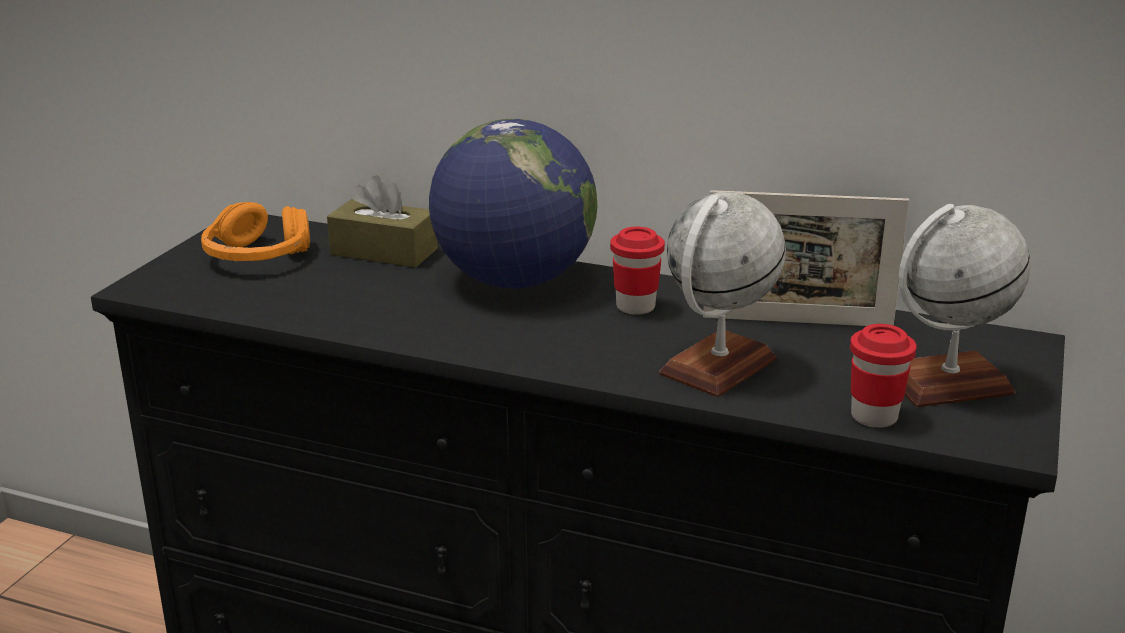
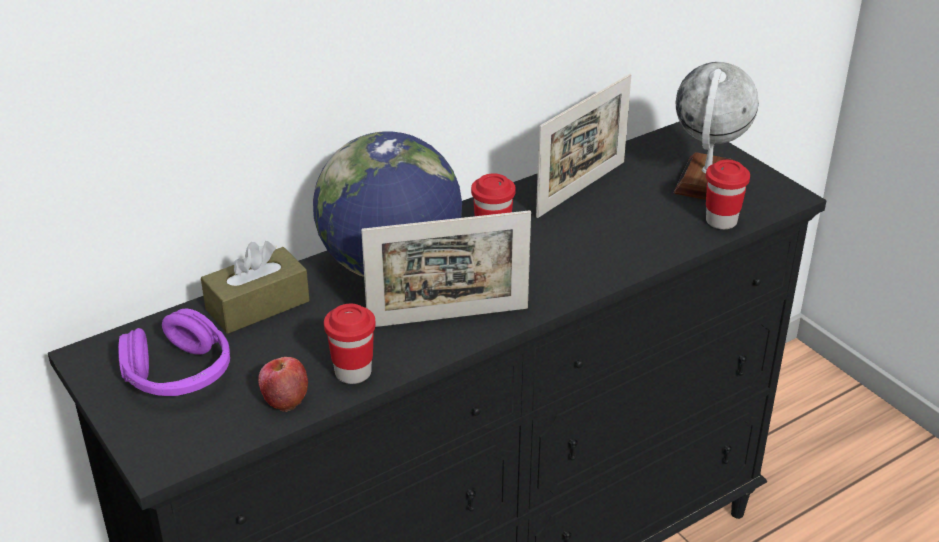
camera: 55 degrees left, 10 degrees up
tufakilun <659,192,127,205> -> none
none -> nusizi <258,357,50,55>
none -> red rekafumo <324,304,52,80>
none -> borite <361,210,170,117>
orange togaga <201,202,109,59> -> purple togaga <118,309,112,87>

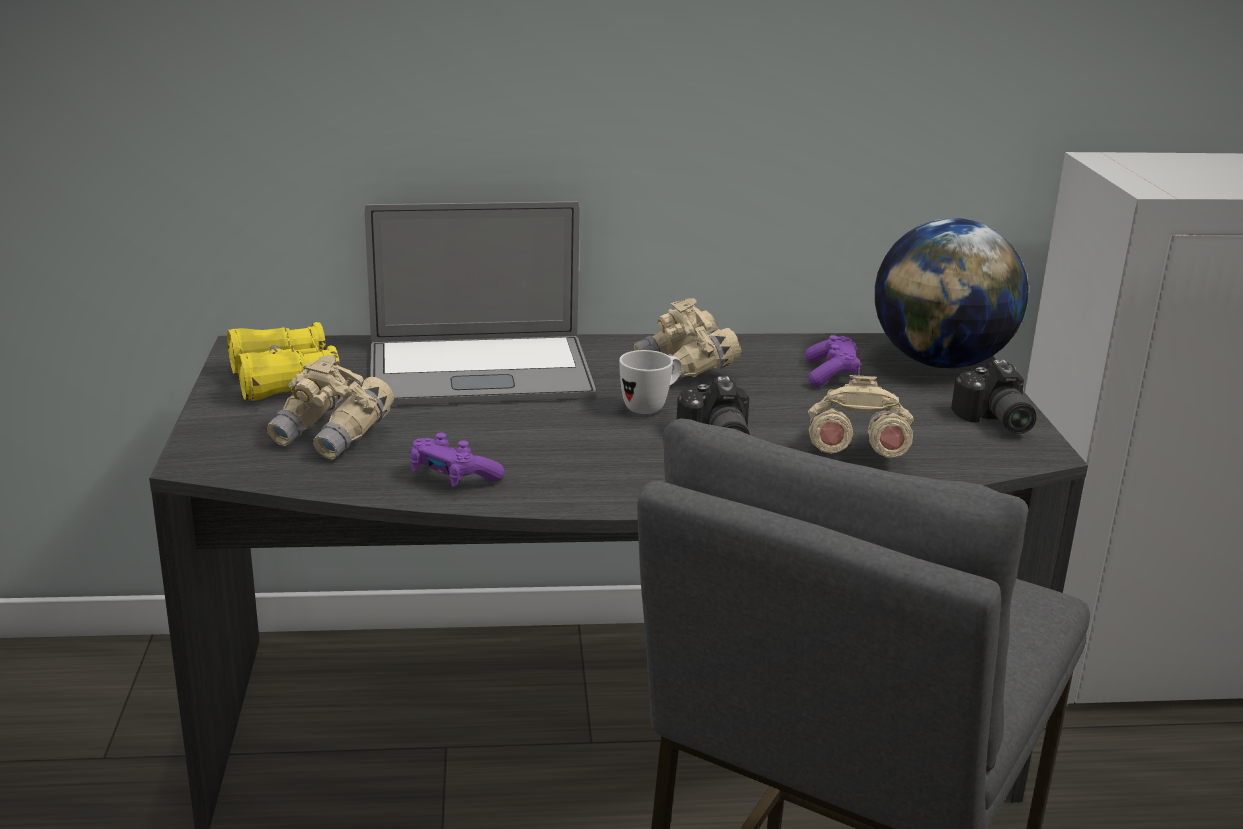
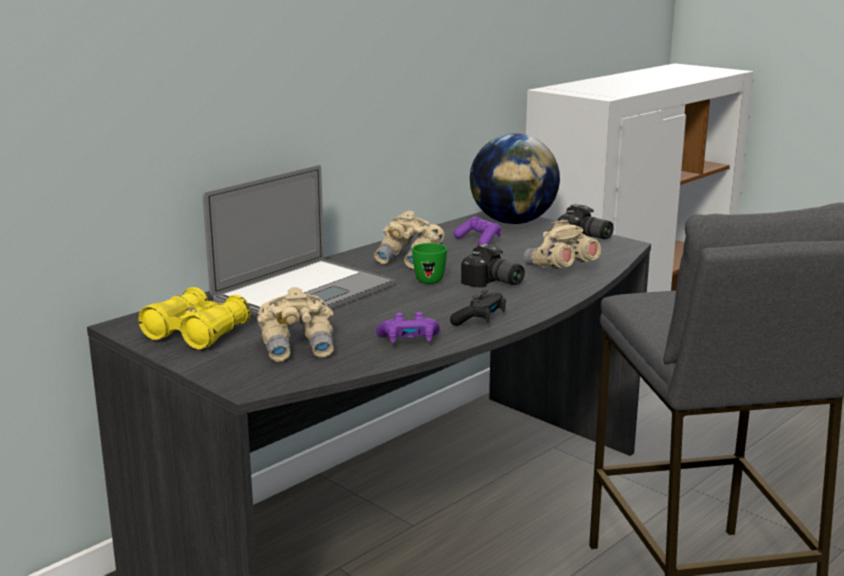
camera: 40 degrees left, 5 degrees down
none -> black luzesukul <450,290,56,36>
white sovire <619,350,63,64> -> green sovire <412,243,35,41>

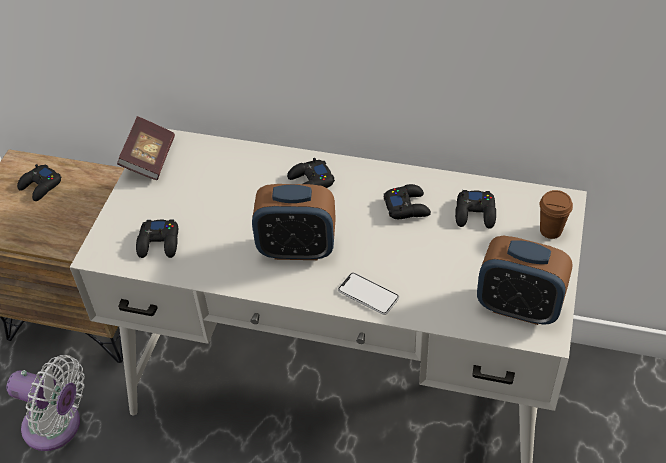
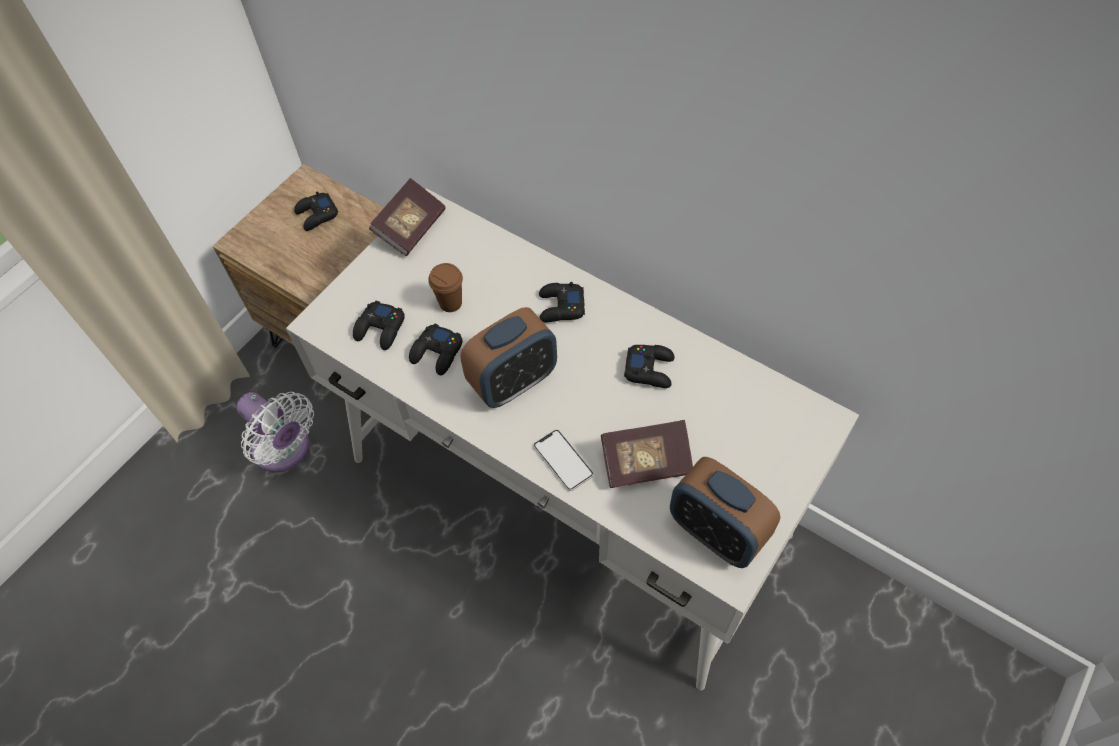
camera: 20 degrees right, 10 degrees up
none -> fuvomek <601,420,92,68>
black luzesukul <455,190,41,39> -> black luzesukul <409,323,54,52>, shifted
brown rekafumo <539,190,34,49> -> brown rekafumo <428,263,35,49>, shifted
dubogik <252,184,84,76> -> dubogik <460,307,97,101>, 60 degrees counterclockwise

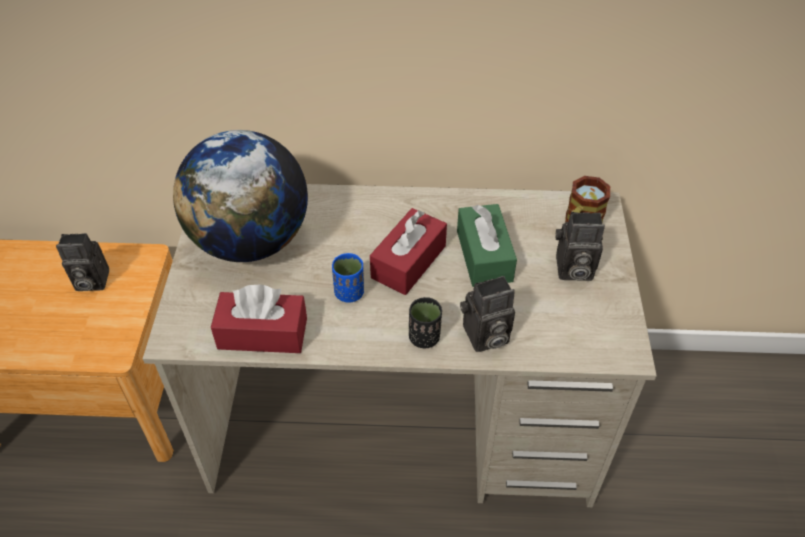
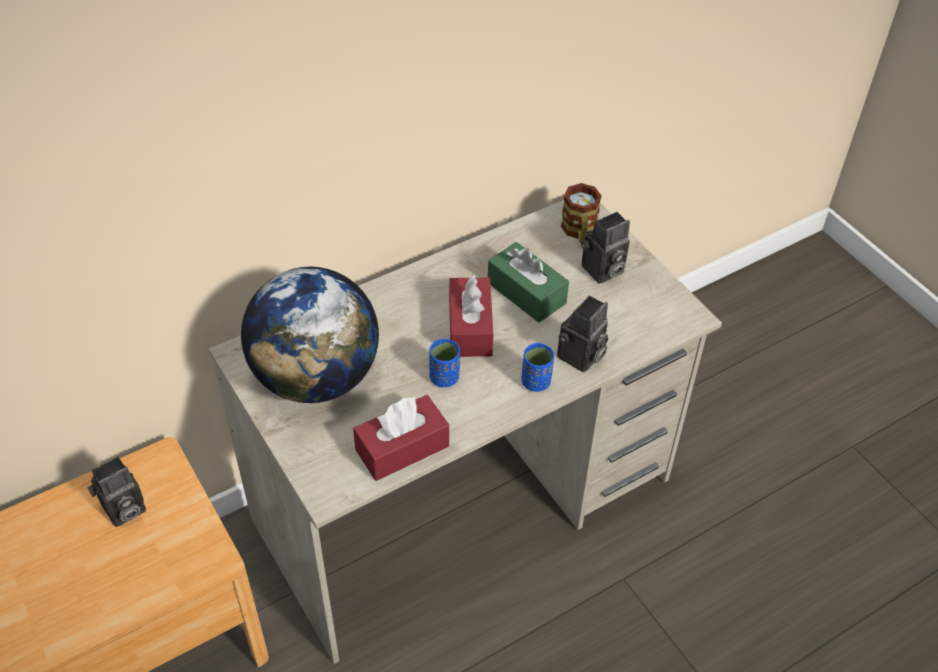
camera: 35 degrees left, 0 degrees up
black rekafumo <409,297,33,51> -> blue rekafumo <521,343,33,49>

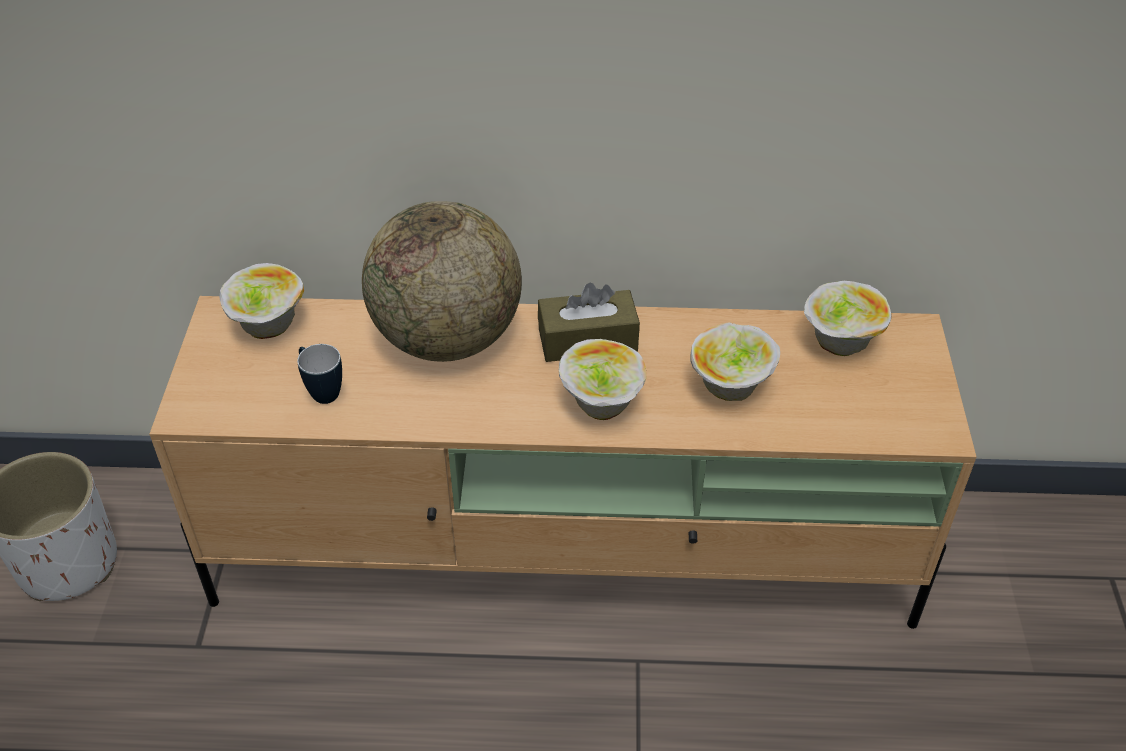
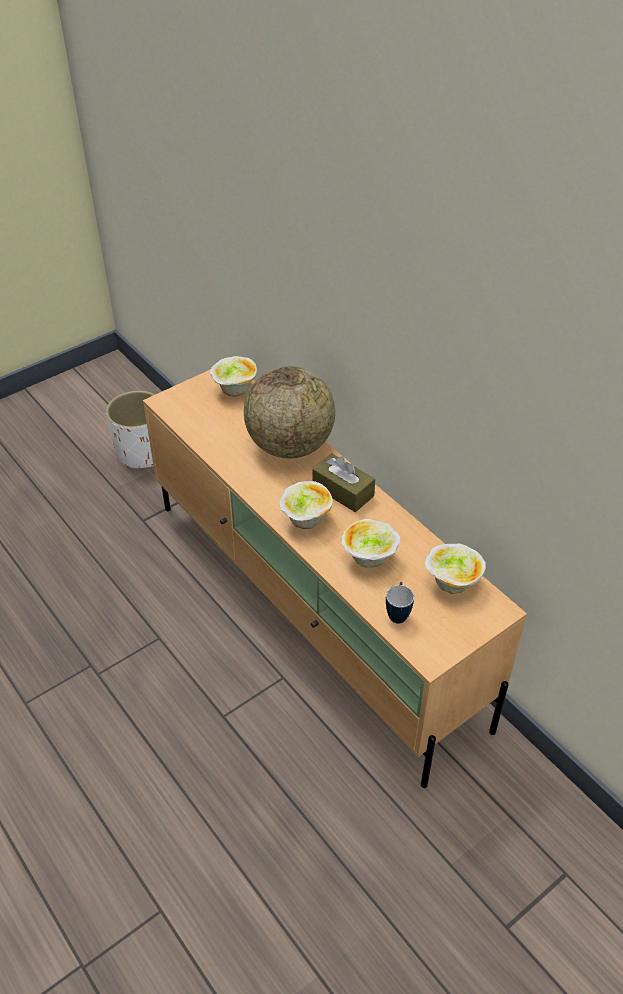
camera: 50 degrees right, 0 degrees up
sovire <297,344,45,60> -> sovire <386,582,28,42>, shifted

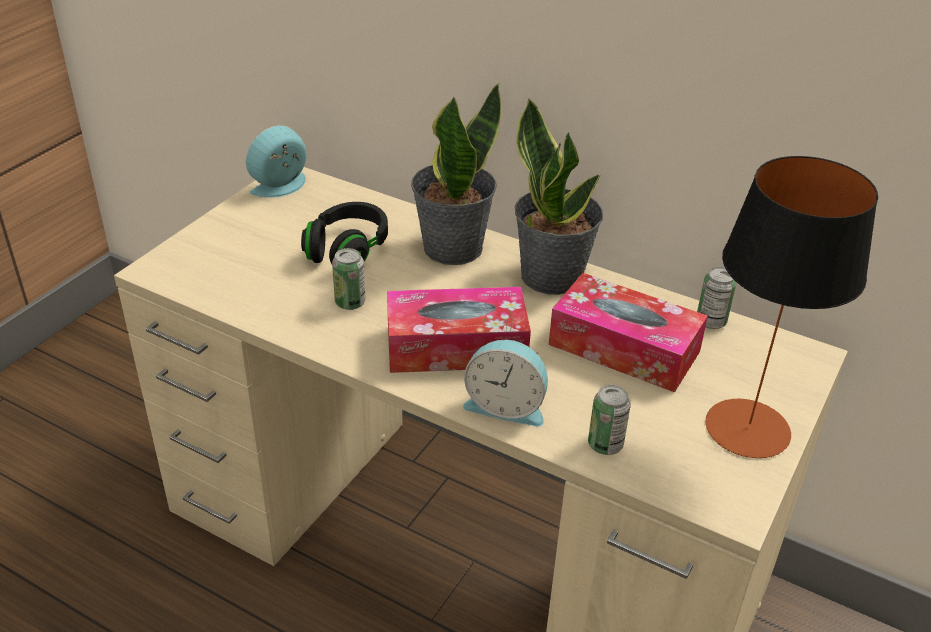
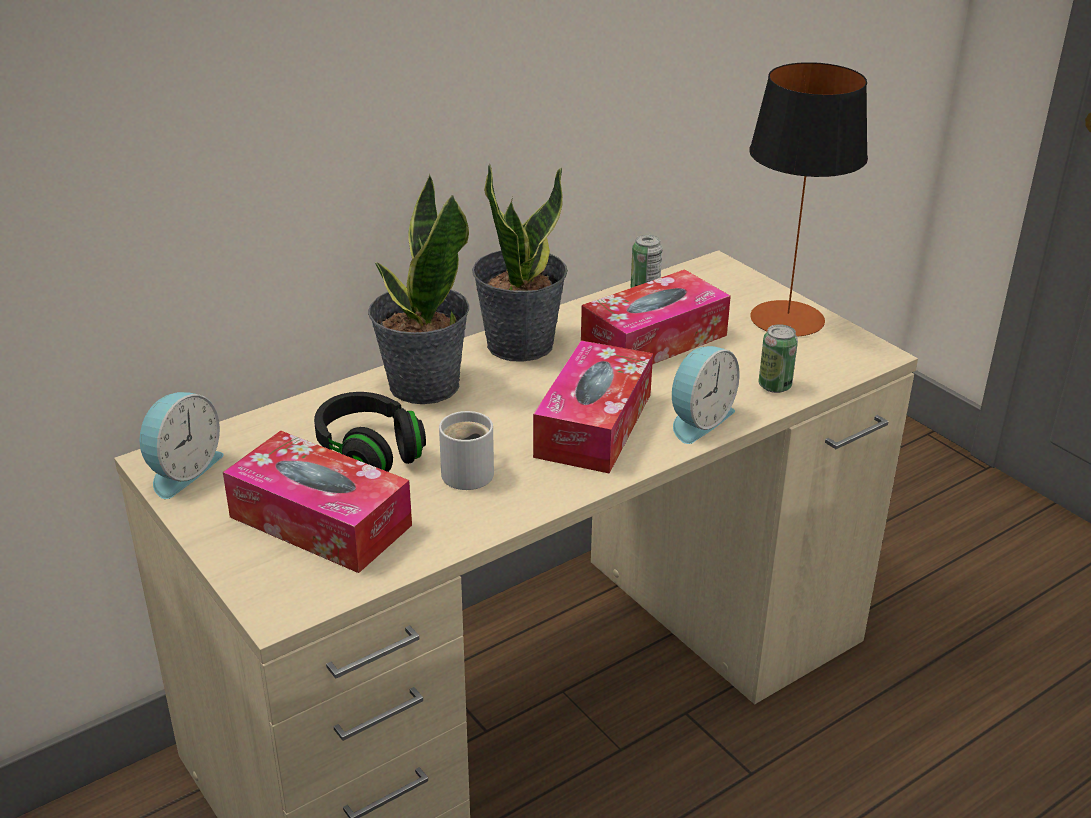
camera: 65 degrees left, 5 degrees down
none -> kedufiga <223,431,189,142>
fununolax <332,248,34,62> -> white sovire <439,411,55,79>
dubogik <246,125,61,73> -> dubogik <140,392,84,107>, 135 degrees counterclockwise

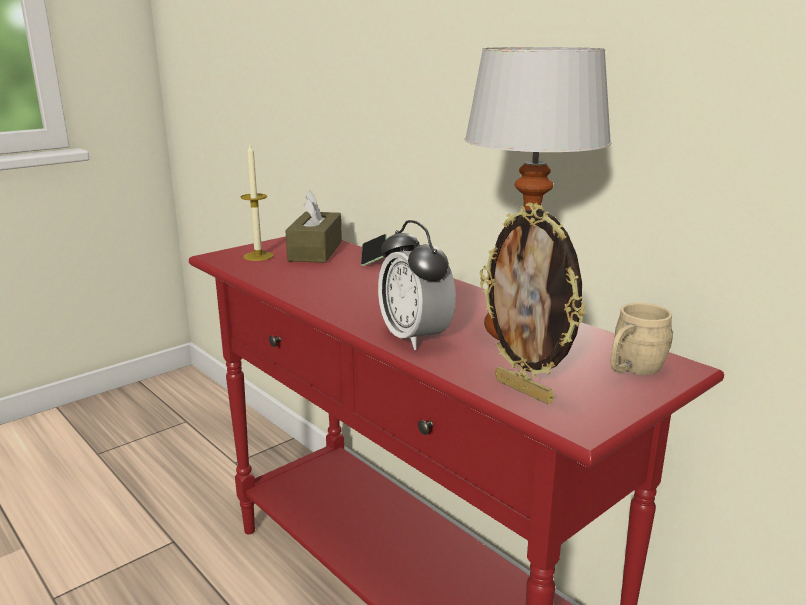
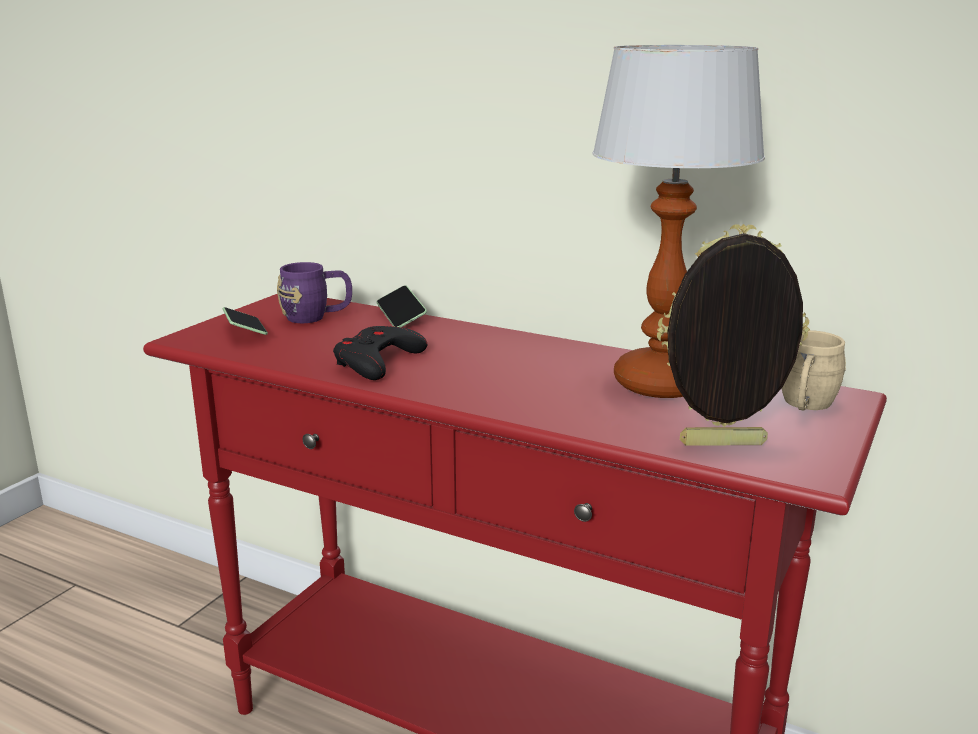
camera: 20 degrees left, 0 degrees up
dubogik <378,220,78,130> -> none
none -> black luzesukul <333,326,94,54>
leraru <241,144,33,117> -> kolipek <223,307,45,28>
brown kedufiga <285,190,57,73> -> purple sovire <277,262,75,61>
borite <480,203,105,201> -> borite <657,224,153,222>, 150 degrees clockwise

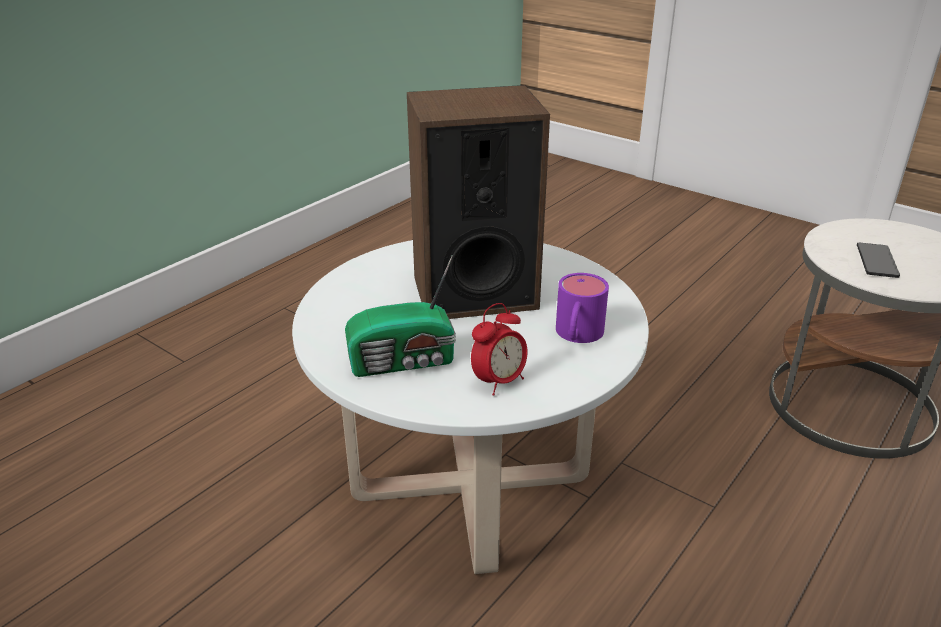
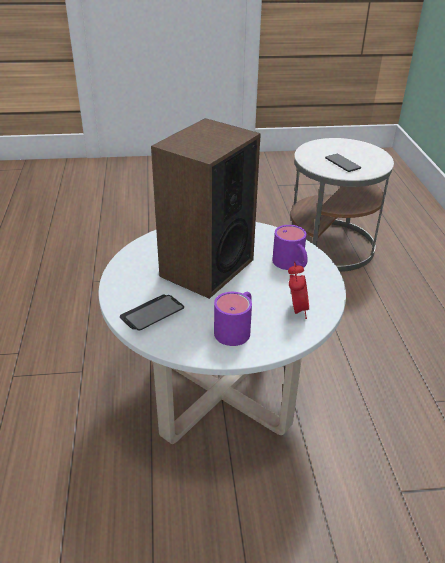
camera: 45 degrees left, 5 degrees up
none -> kolipek <120,294,64,37>
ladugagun <345,255,111,122> -> purple sovire <214,292,38,54>

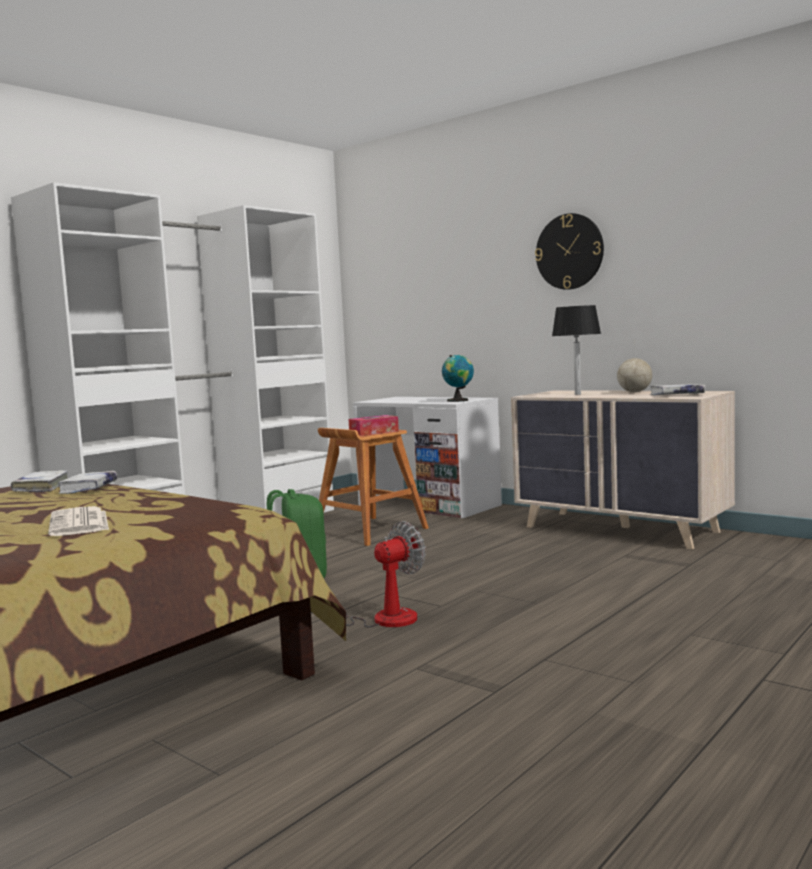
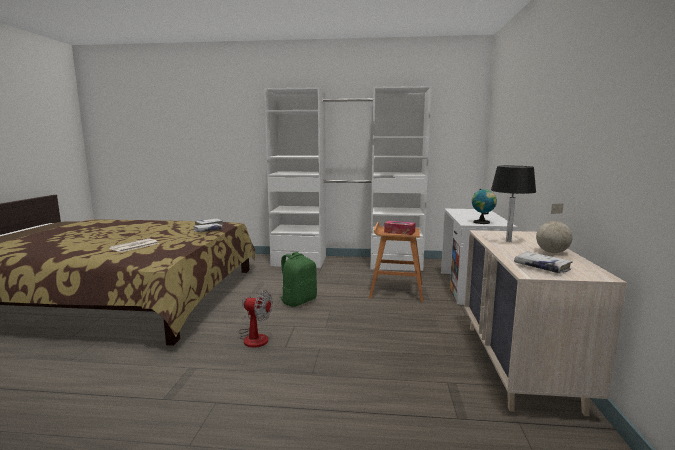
camera: 55 degrees right, 5 degrees up
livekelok <535,213,69,77> -> none

